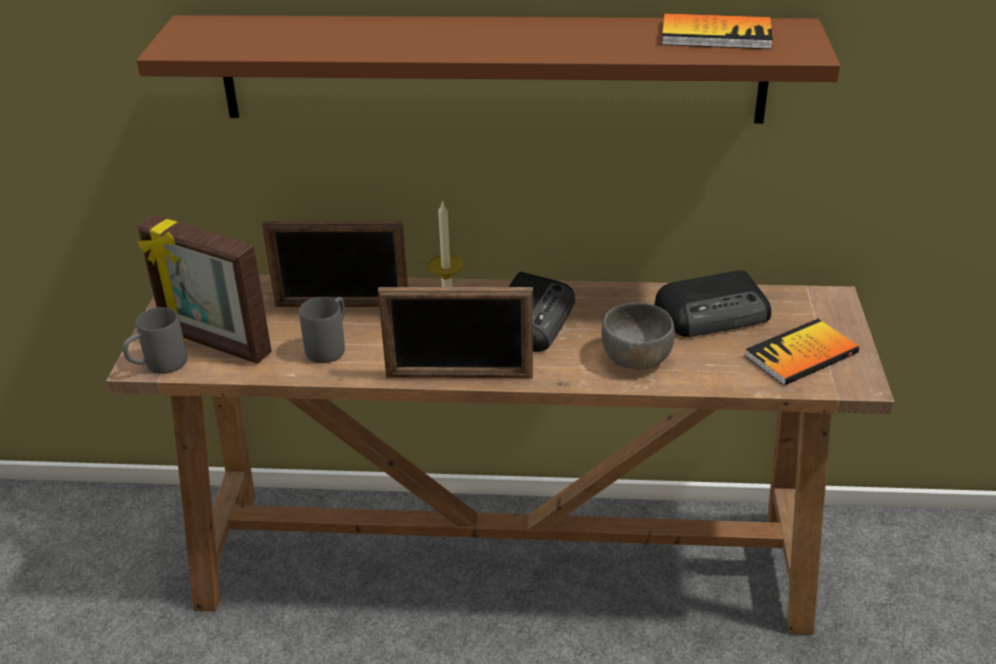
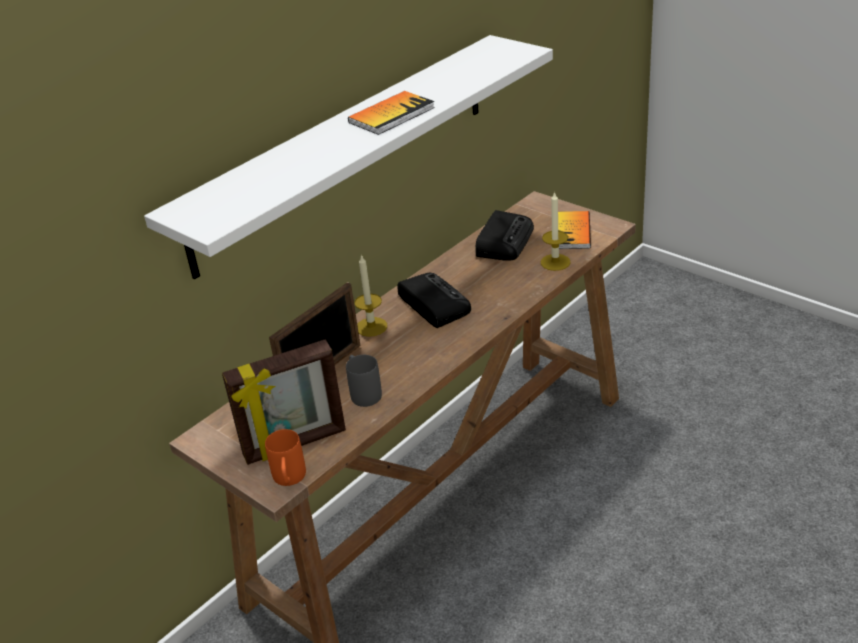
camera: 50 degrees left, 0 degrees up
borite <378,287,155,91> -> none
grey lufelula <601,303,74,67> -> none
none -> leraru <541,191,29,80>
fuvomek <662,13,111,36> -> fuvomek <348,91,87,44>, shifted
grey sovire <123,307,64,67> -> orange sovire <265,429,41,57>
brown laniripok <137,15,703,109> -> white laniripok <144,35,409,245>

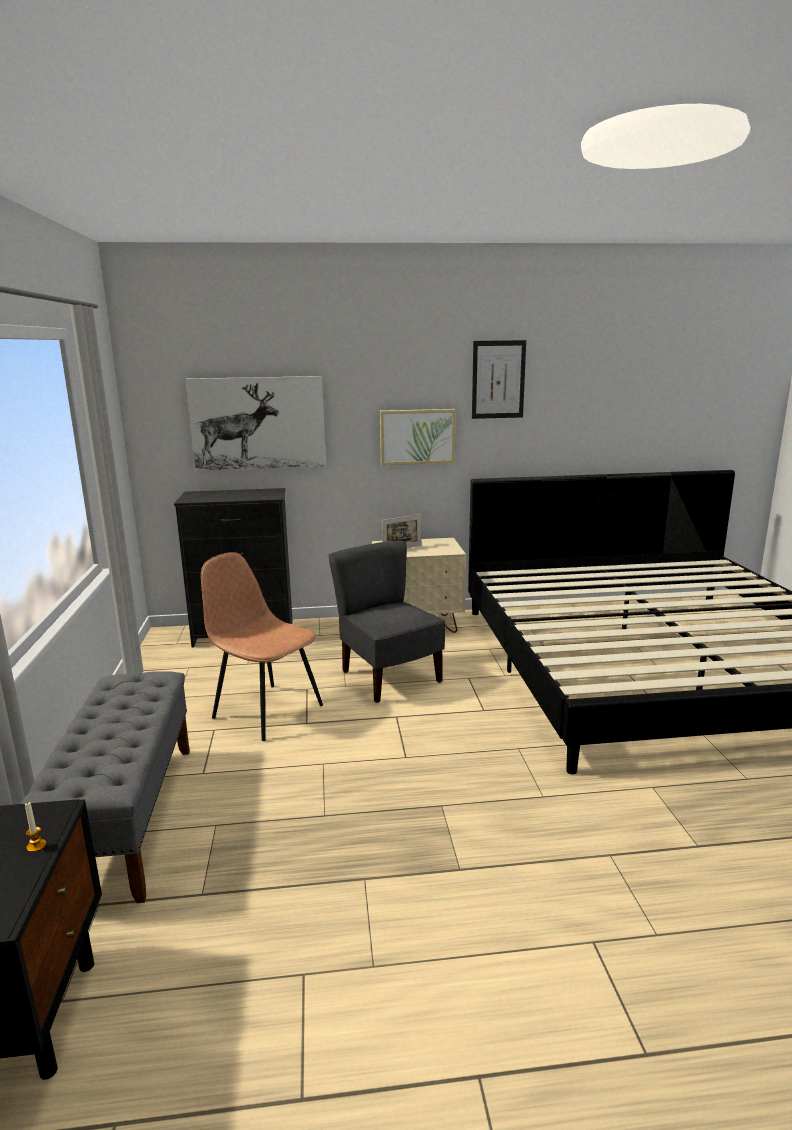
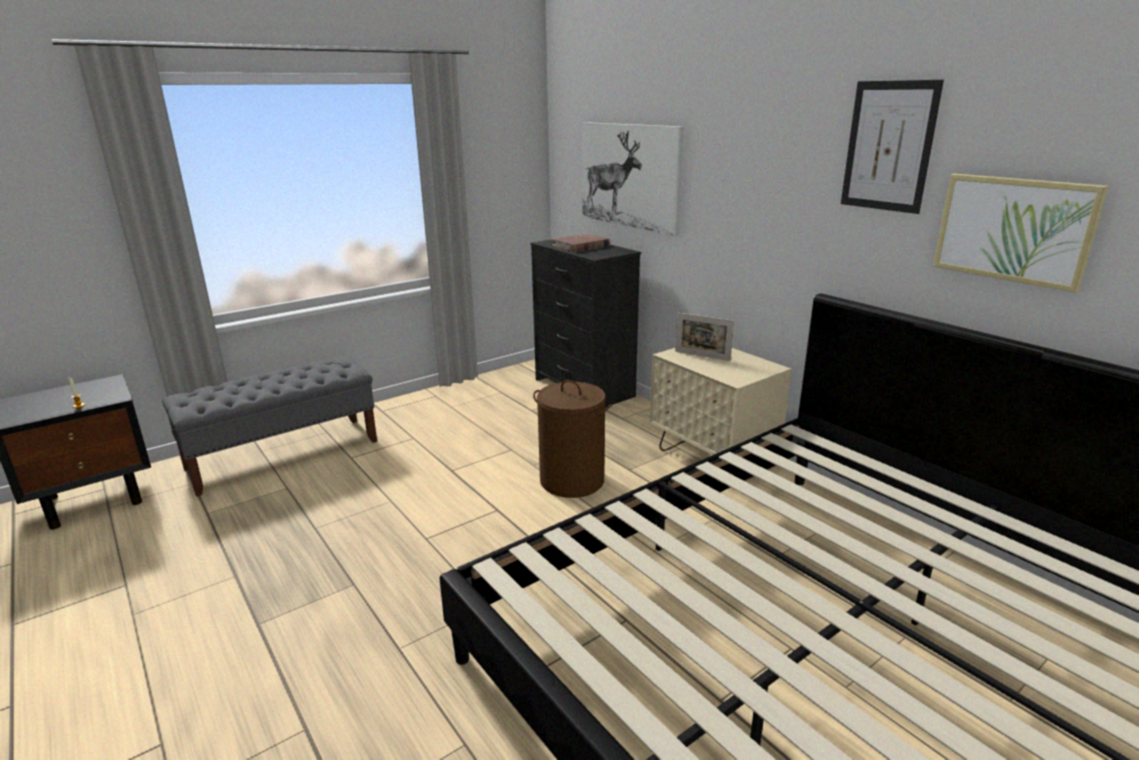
camera: 60 degrees right, 5 degrees up
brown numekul <201,552,122,189> -> none
none -> brown fuvomek <552,233,58,19>
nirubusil <380,409,75,56> -> nirubusil <933,174,176,119>, shifted
grey numekul <328,541,117,162> -> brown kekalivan <533,380,79,118>

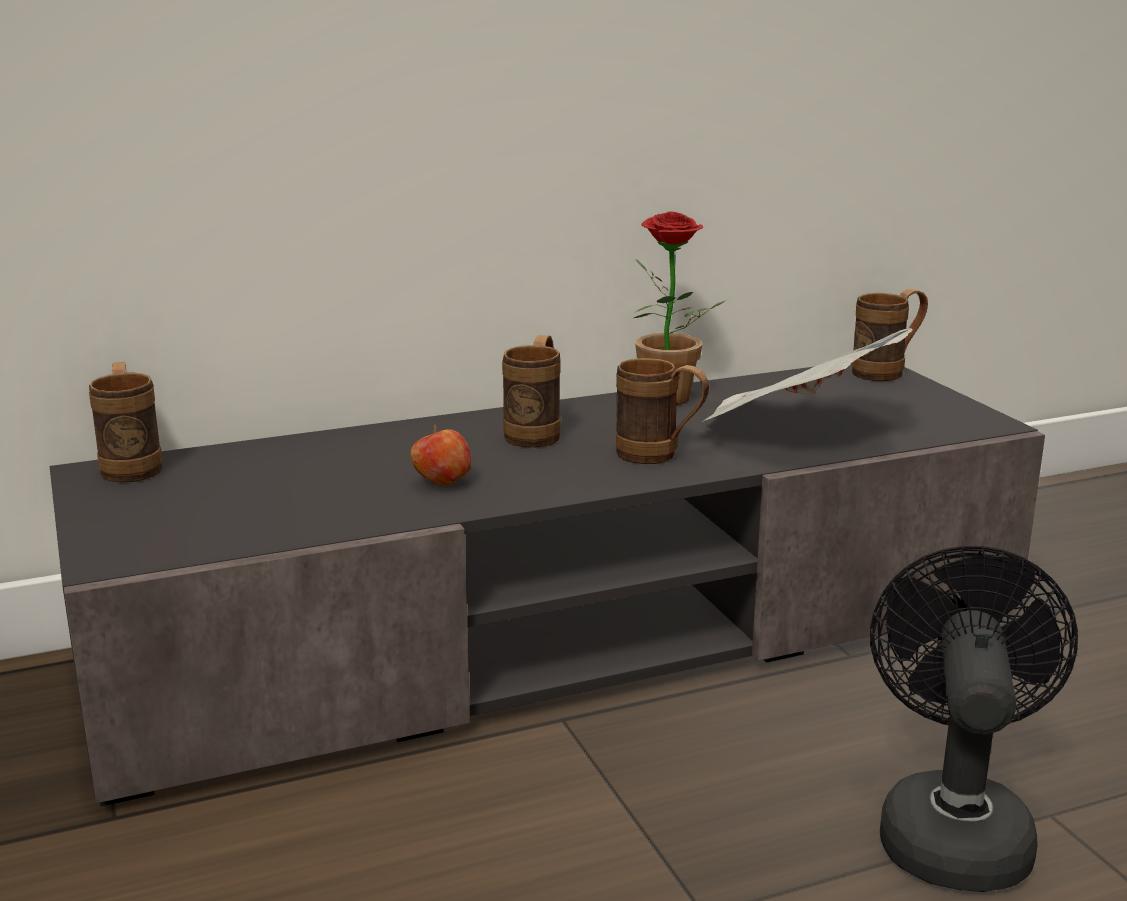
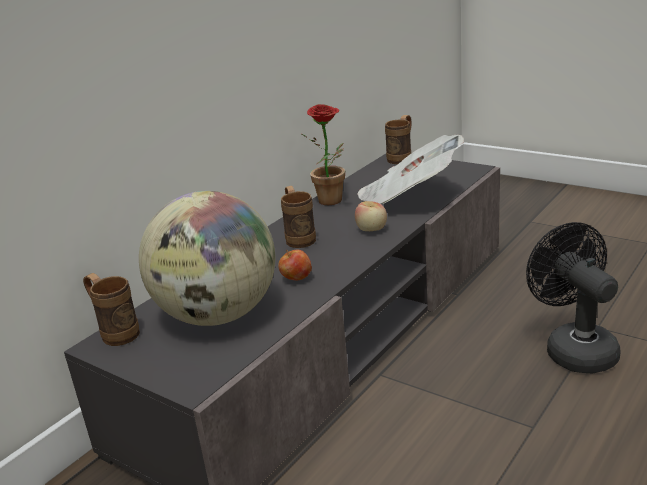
camera: 30 degrees left, 5 degrees up
none -> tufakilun <139,191,136,135>
brown sovire <616,358,93,106> -> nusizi <355,201,32,30>

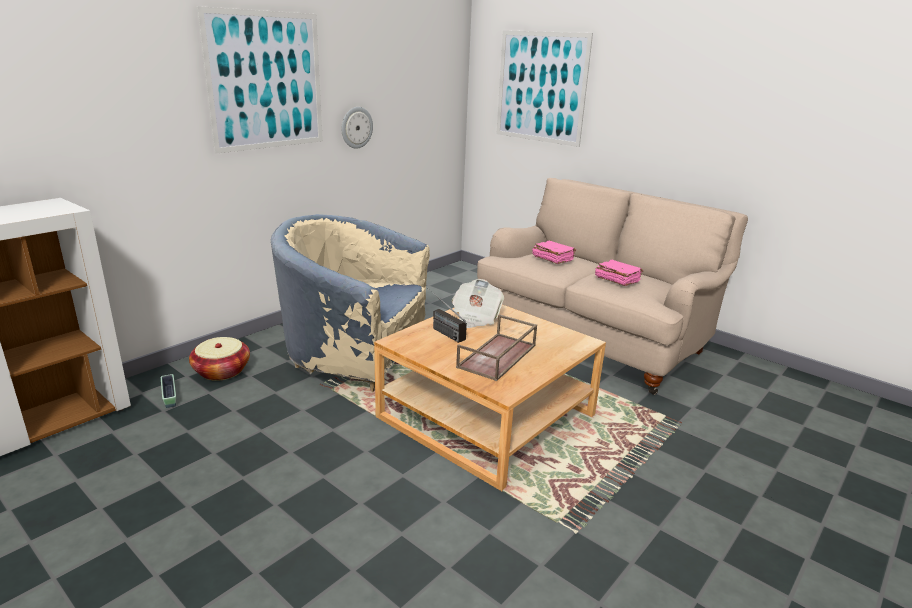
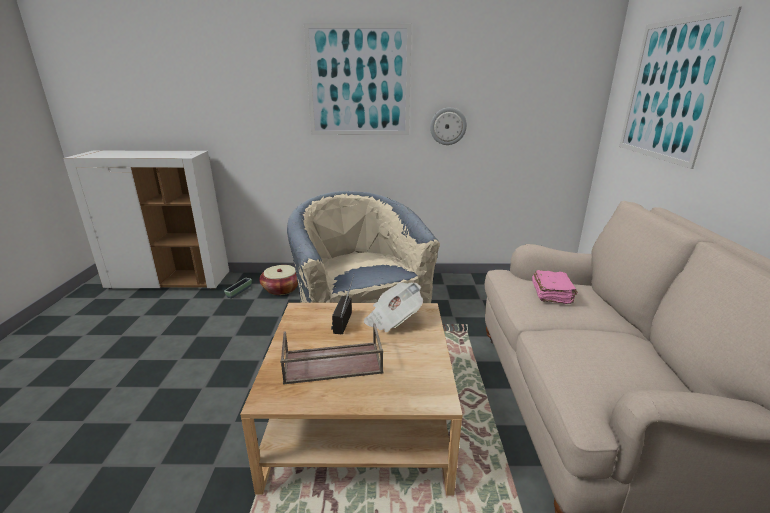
camera: 50 degrees right, 0 degrees up
pink fuvomek <595,260,48,26> -> none

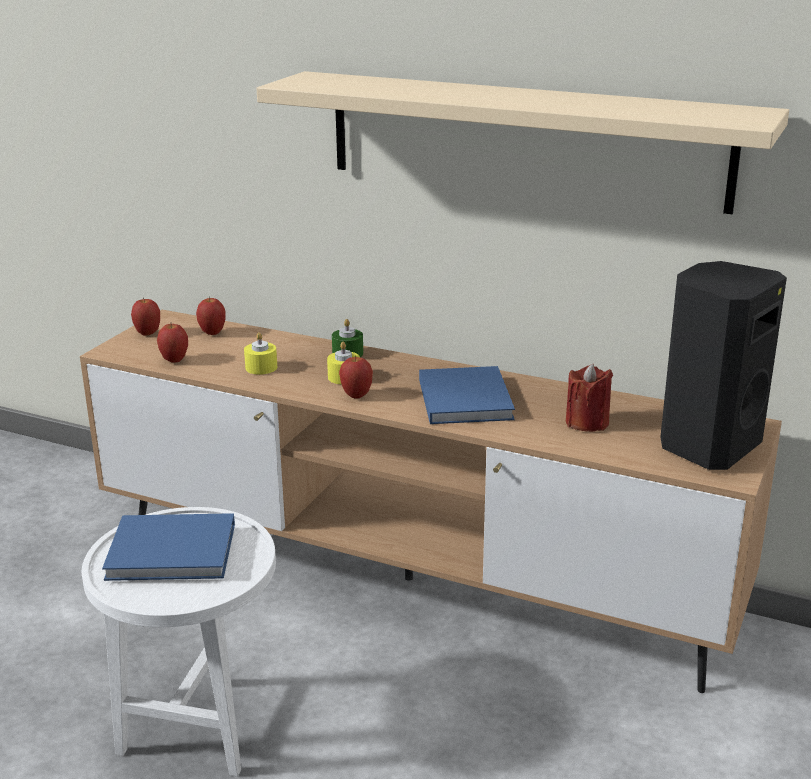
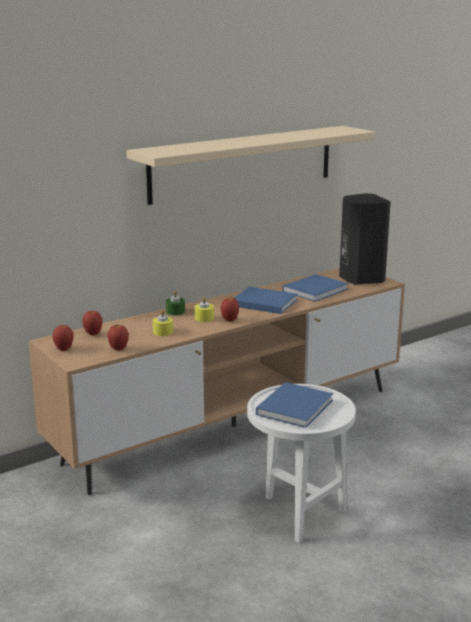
camera: 60 degrees left, 5 degrees down
red leraru <566,364,47,68> -> blue fuvomek <282,274,66,28>

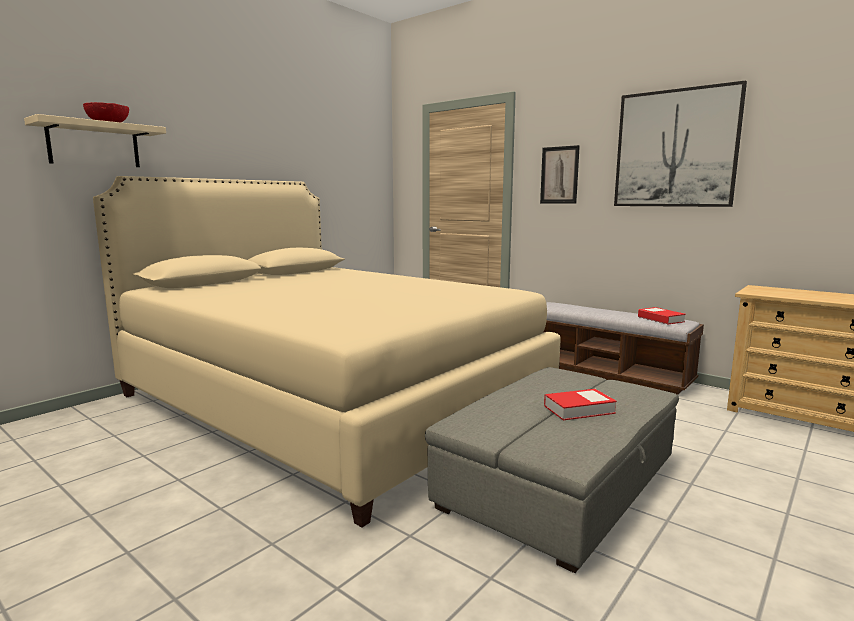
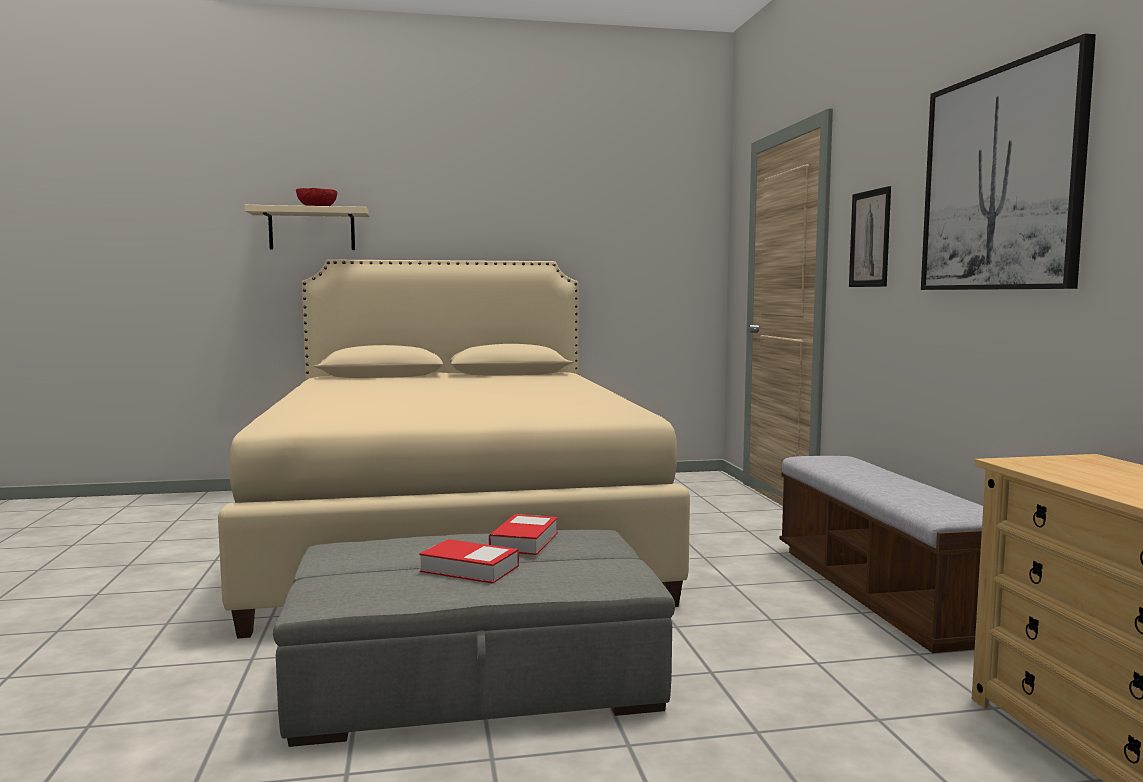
camera: 40 degrees right, 5 degrees down
fuvomek <638,307,48,17> -> fuvomek <489,514,69,41>, shifted

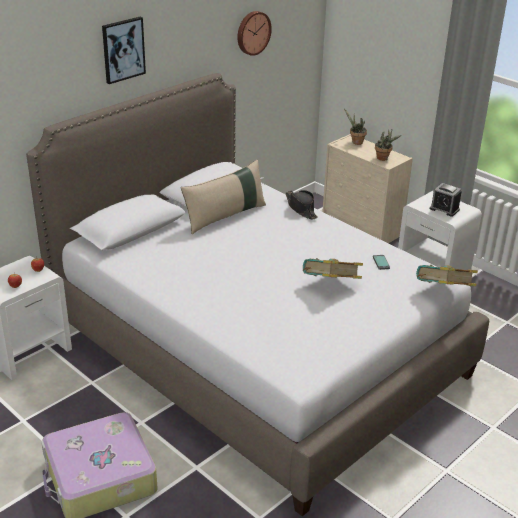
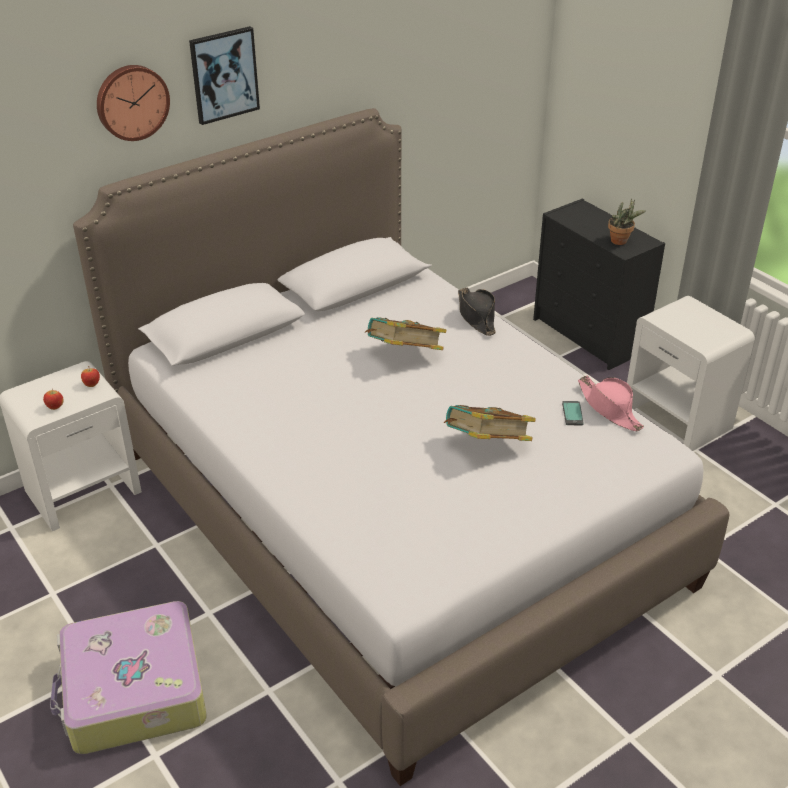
camera: 10 degrees right, 5 degrees up
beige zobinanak <180,160,86,74> -> none
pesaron <344,109,23,36> -> none
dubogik <430,183,32,34> -> none
none -> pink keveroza <578,375,66,56>
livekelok <237,11,35,45> -> livekelok <97,65,73,76>, shifted
fuvomek <416,265,62,21> -> fuvomek <365,317,81,33>, shifted
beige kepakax <322,134,91,109> -> black kepakax <533,198,132,172>

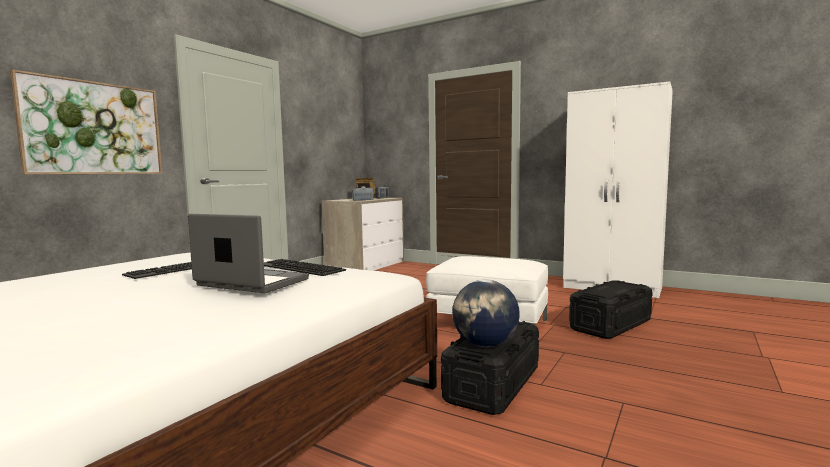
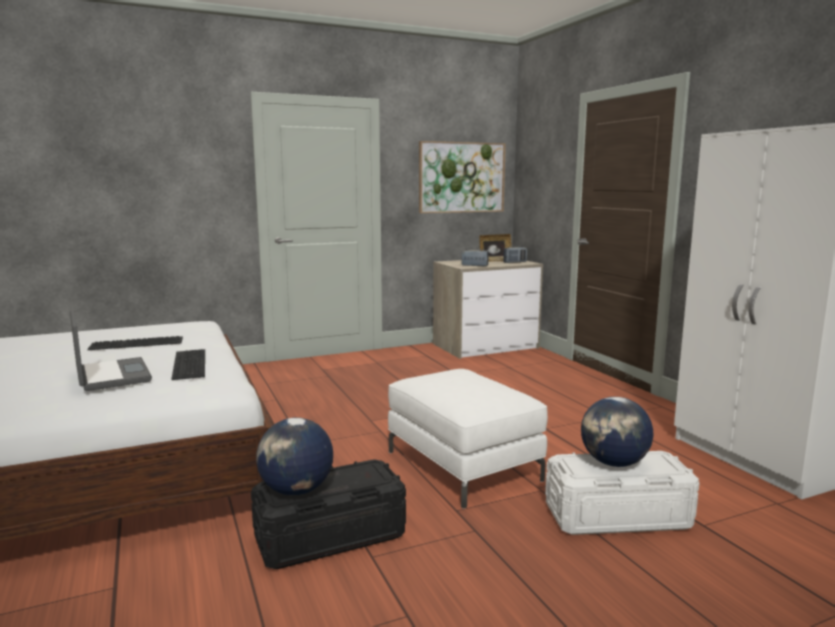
camera: 35 degrees right, 5 degrees up
none -> tufakilun <581,397,72,70>
nirubusil <10,69,152,105> -> nirubusil <419,141,87,72>, shifted
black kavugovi <569,280,84,59> -> white kavugovi <545,451,154,84>

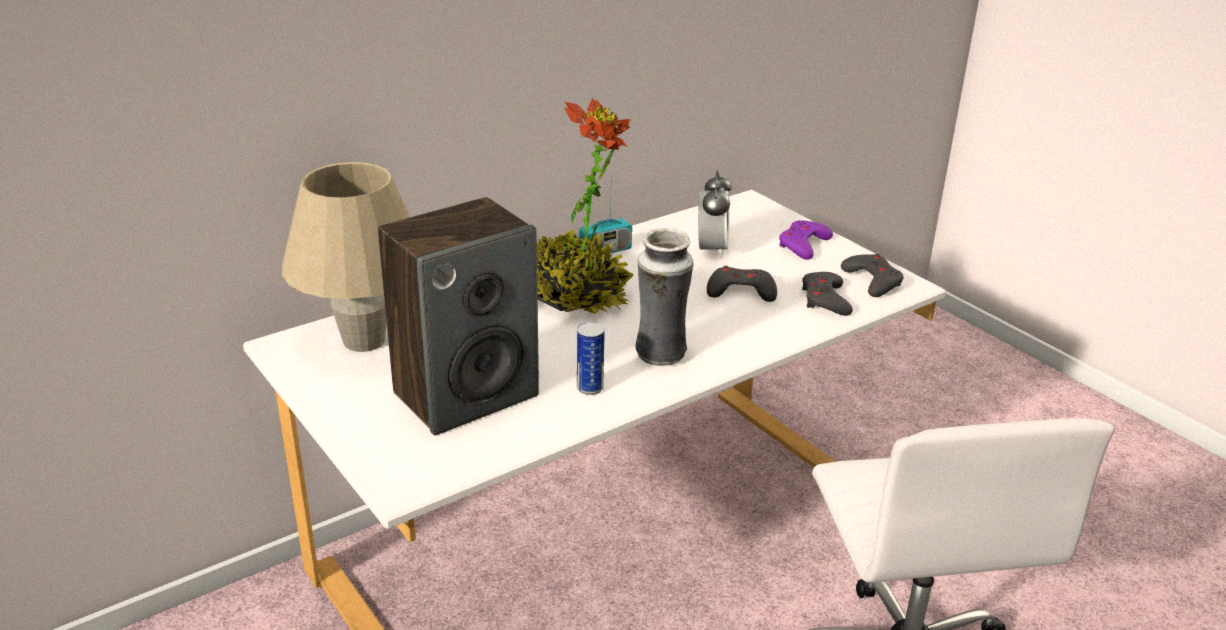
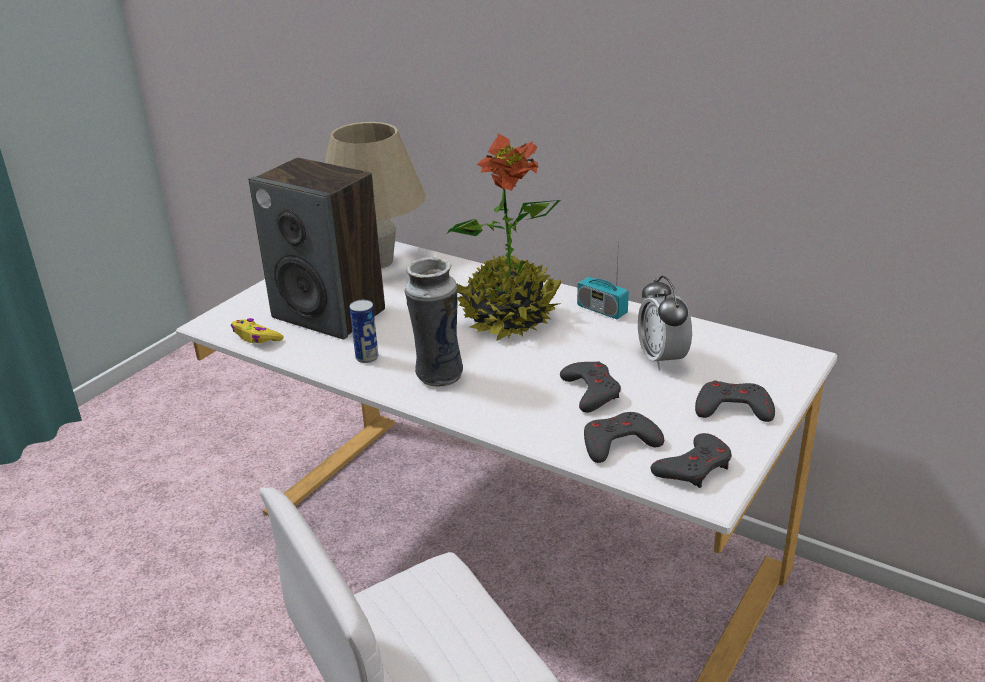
camera: 70 degrees right, 0 degrees up
none -> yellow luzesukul <231,318,53,25>
purple luzesukul <779,220,54,40> -> grey luzesukul <695,380,80,42>
dubogik <698,171,34,87> -> dubogik <638,276,54,94>, 90 degrees clockwise

